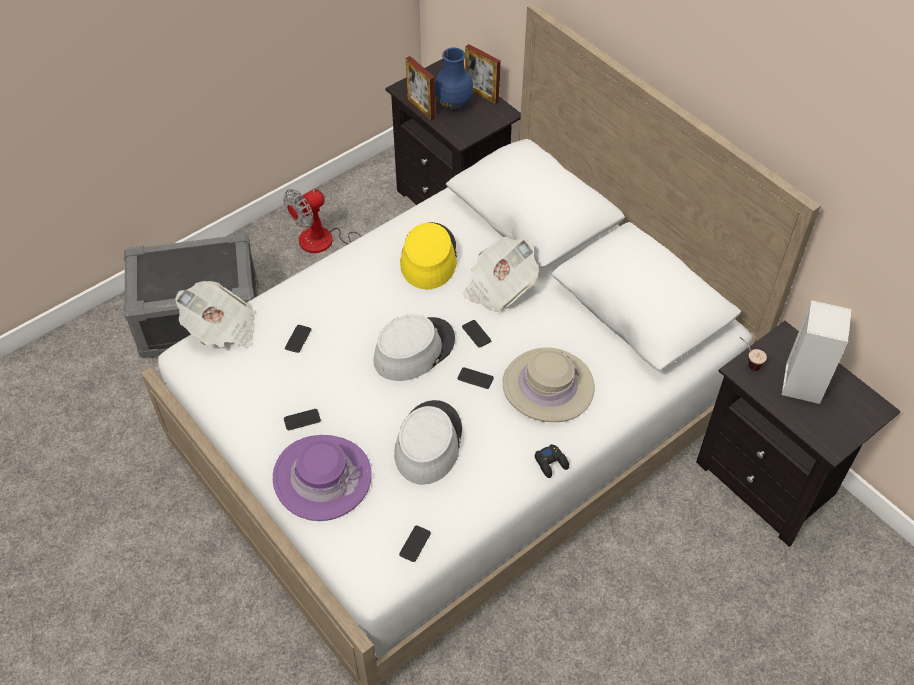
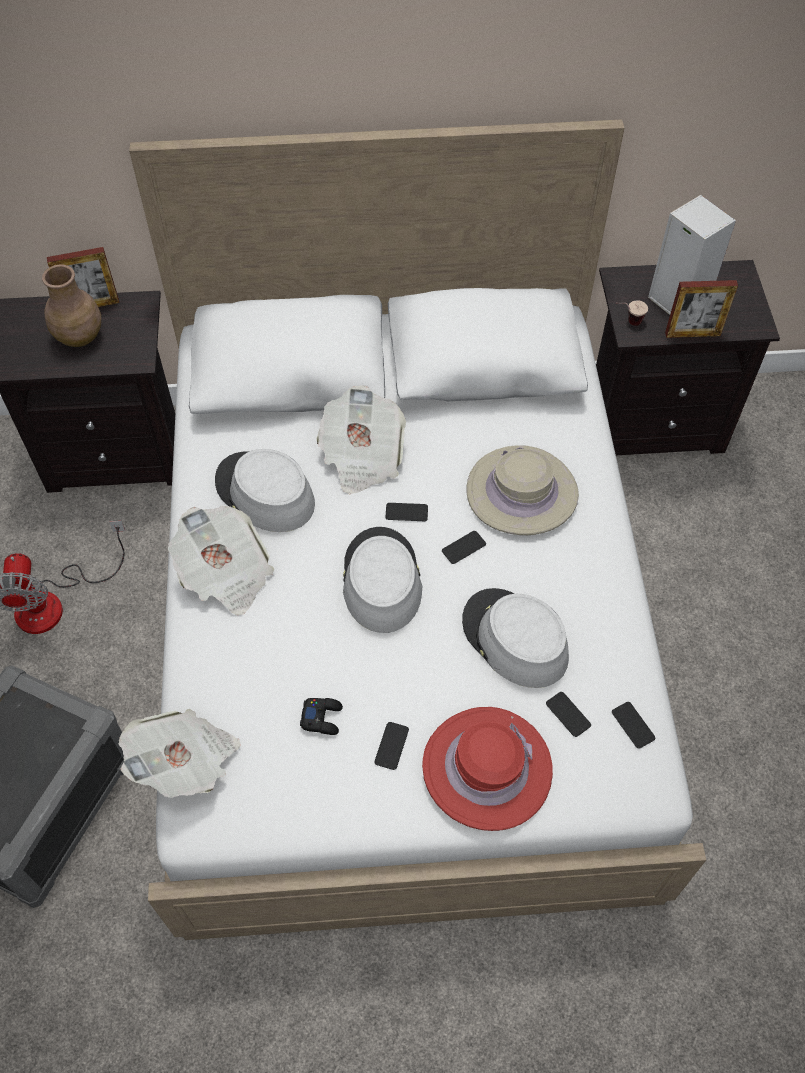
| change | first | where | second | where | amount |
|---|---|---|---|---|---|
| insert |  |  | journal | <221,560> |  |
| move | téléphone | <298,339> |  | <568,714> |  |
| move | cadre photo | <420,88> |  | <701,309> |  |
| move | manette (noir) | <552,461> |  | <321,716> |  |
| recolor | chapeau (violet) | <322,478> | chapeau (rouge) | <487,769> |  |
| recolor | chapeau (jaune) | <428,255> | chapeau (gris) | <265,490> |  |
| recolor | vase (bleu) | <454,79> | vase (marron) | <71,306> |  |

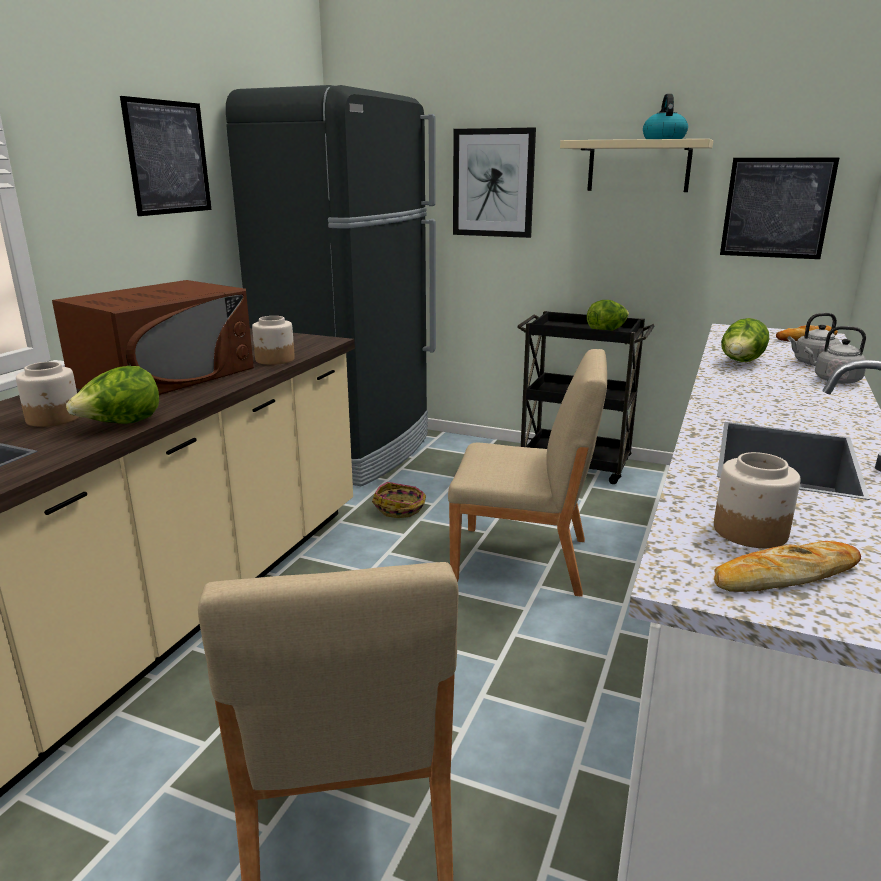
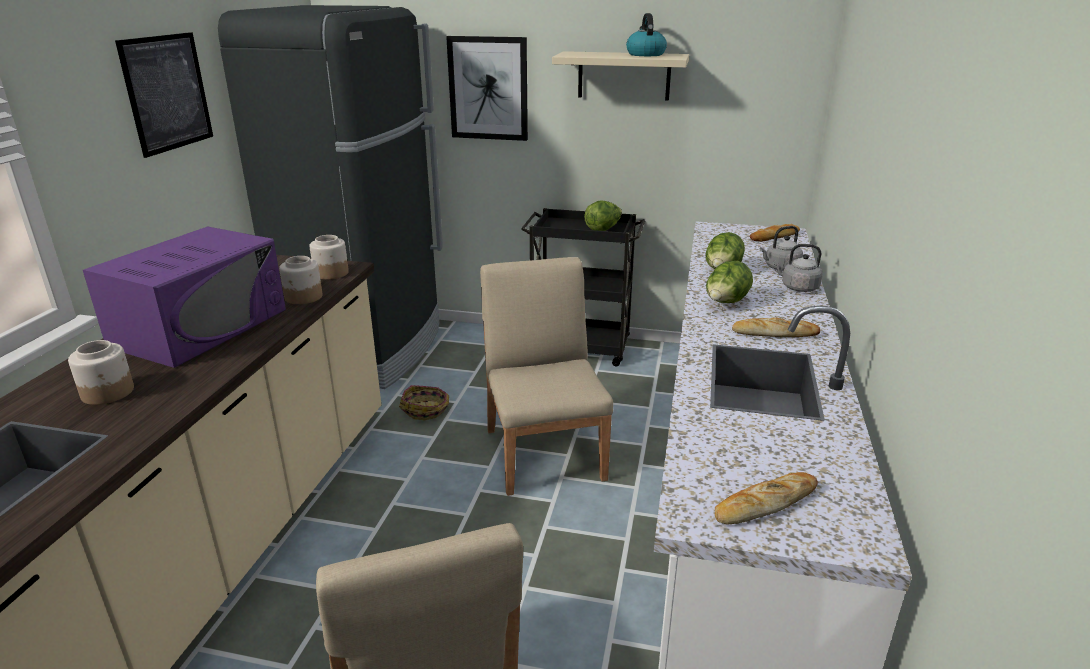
| change | first | where | second | where | amount |
|---|---|---|---|---|---|
| delete | tableau | <779,208> |  |  |  |
| insert |  |  | pain | <776,327> |  |
| move | laitue | <112,395> |  | <729,282> |  |
| move | bocal | <757,500> |  | <329,257> |  |
| recolor | micro-ondes (marron) | <153,337> | micro-ondes (violet) | <184,297> |  |
| rotate | chaise (beige) | <527,473> |  | <546,376> | 105 degrees counterclockwise |

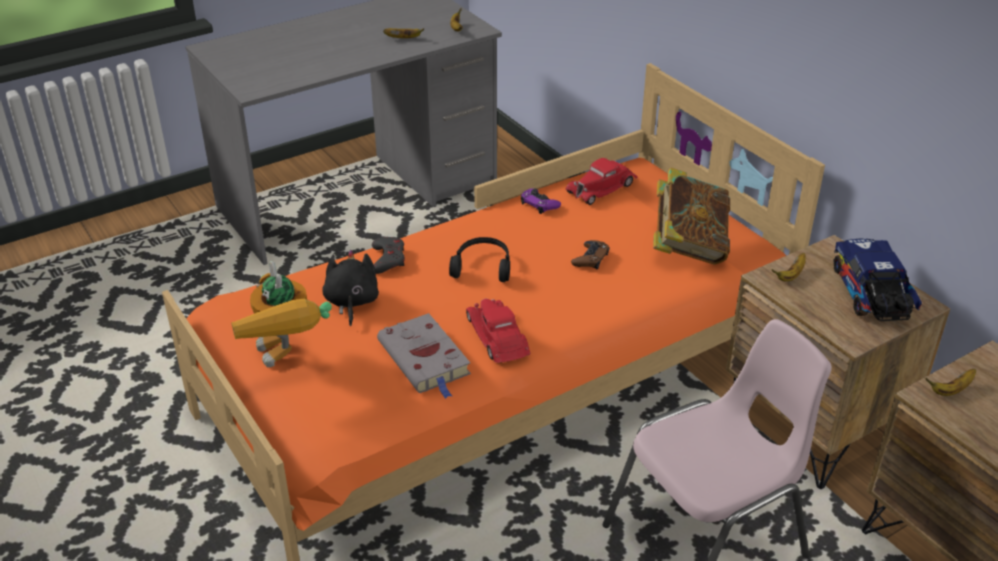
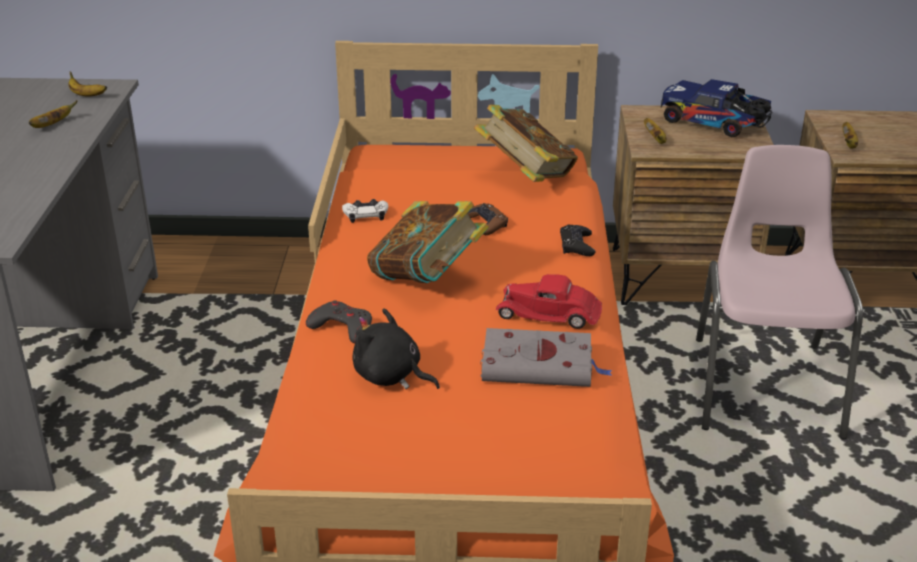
| change | first | where | second | where | amount |
|---|---|---|---|---|---|
| delete | robot jouet | <281,314> |  |  |  |
| delete | petite voiture (rouge) | <601,181> |  |  |  |
| insert |  |  | manette (noir) | <577,240> |  |
| replace | casque audio (noir) | <479,259> | livre | <428,242> |  |
| recolor | manette (violet) | <541,201> | manette (blanc) | <365,211> |  |

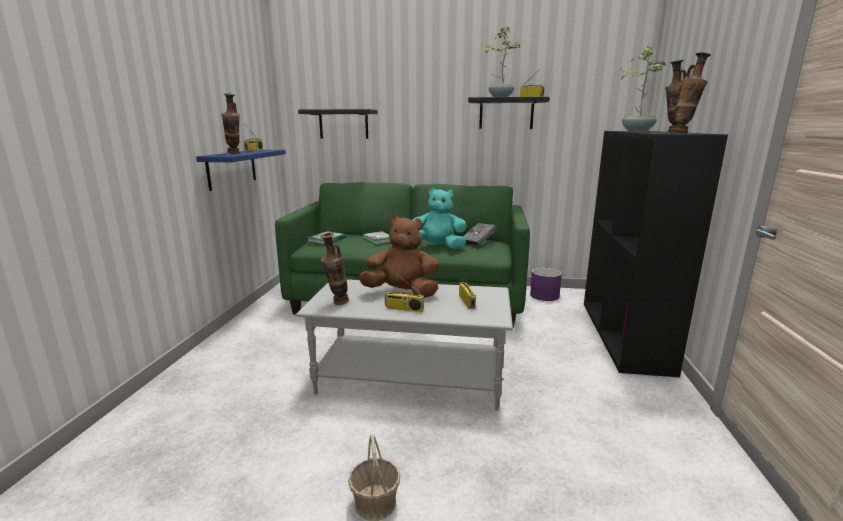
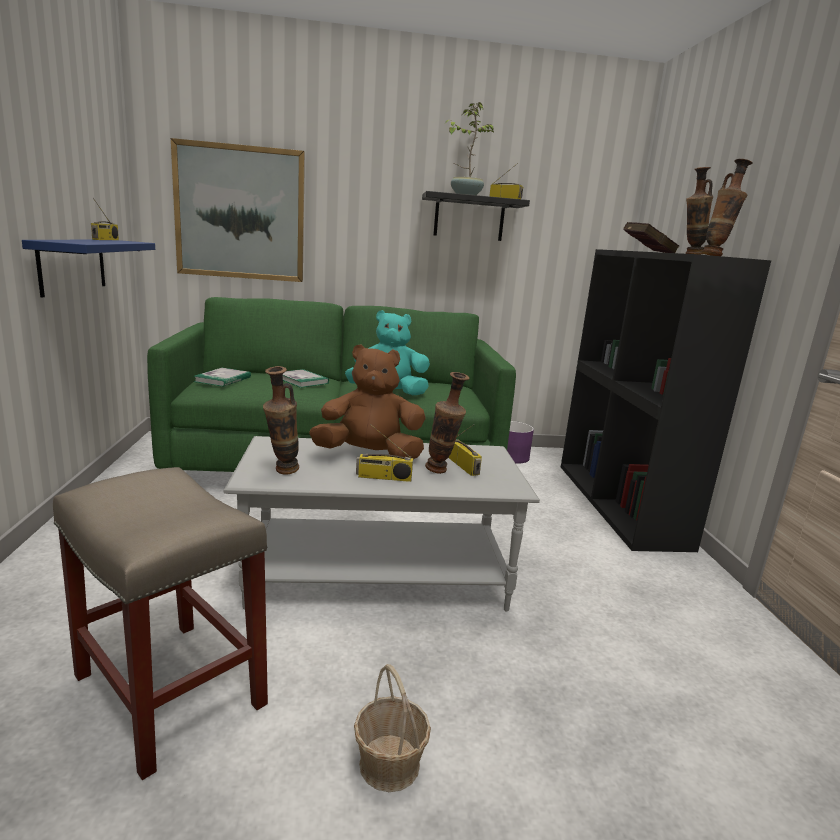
| change | first | where | second | where | amount |
|---|---|---|---|---|---|
| delete | livre (gris) | <479,235> |  |  |  |
| insert |  |  | tabouret (beige) | <160,623> |  |
| move | vase | <230,123> |  | <447,423> |  |
| replace | étagère (noir) | <338,124> | tableau | <238,210> |  |
| replace | plante en pot | <642,89> | livre (rouge) | <651,237> |  |

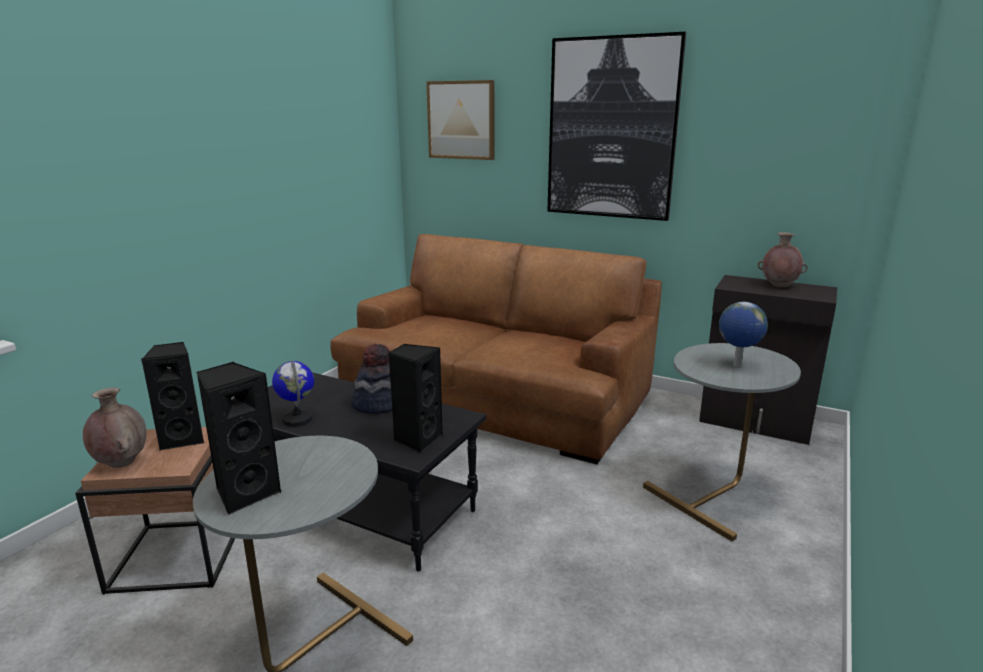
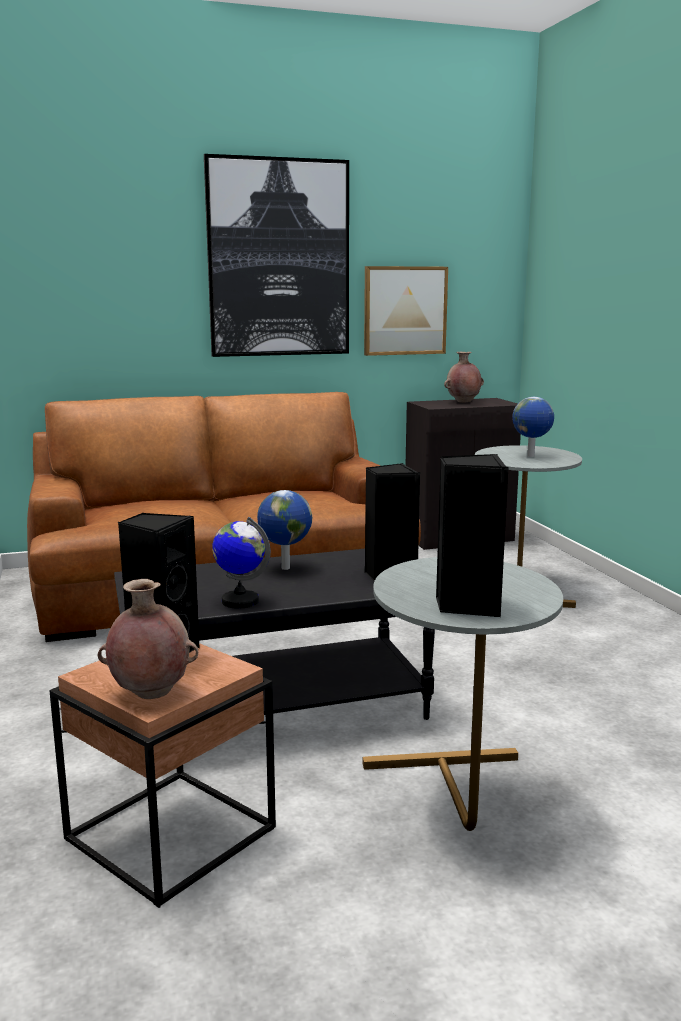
| change | first | where | second | where | amount |
|---|---|---|---|---|---|
| move | tableau | <460,120> |  | <406,311> |  |
| replace | chapeau | <371,379> | globe | <284,530> |  |

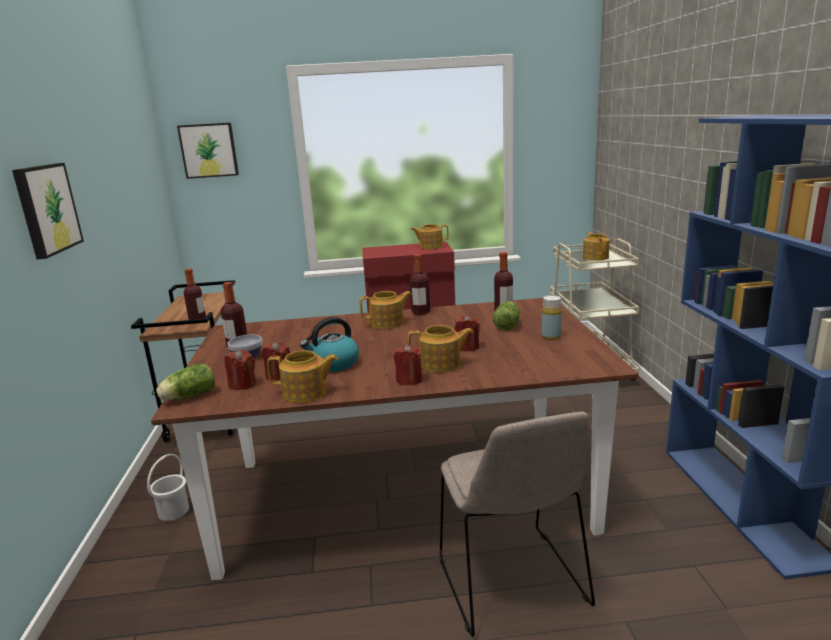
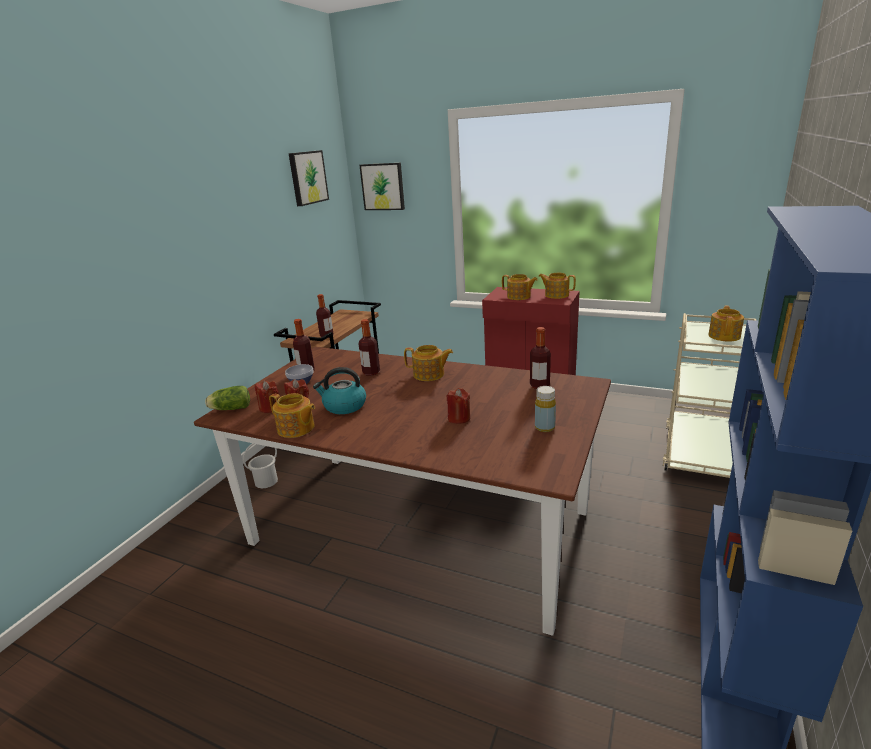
| change | first | where | second | where | amount |
|---|---|---|---|---|---|
| delete | bougie (rouge) | <408,364> |  |  |  |
| delete | chaise (beige) | <517,524> |  |  |  |
| delete | laitue | <506,315> |  |  |  |
| move | tableau | <48,211> |  | <309,178> |  |
| move | théière | <441,349> |  | <520,287> |  |
| move | bouteille | <420,284> |  | <369,347> |  |

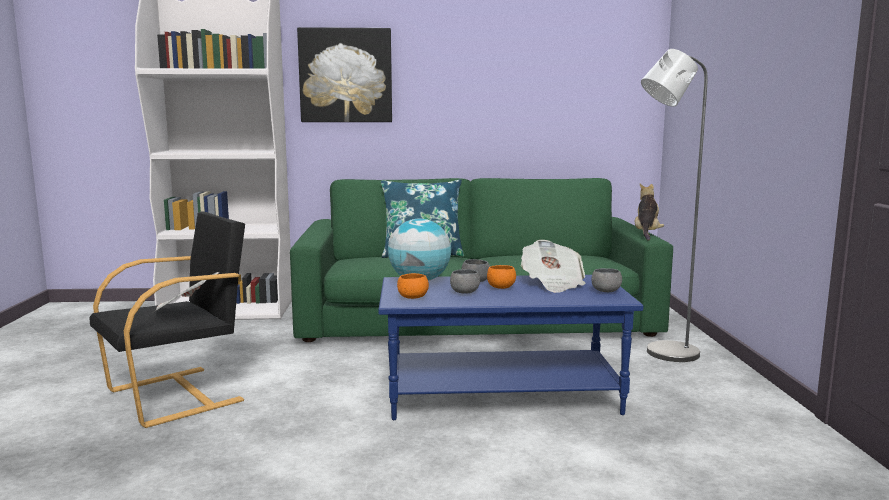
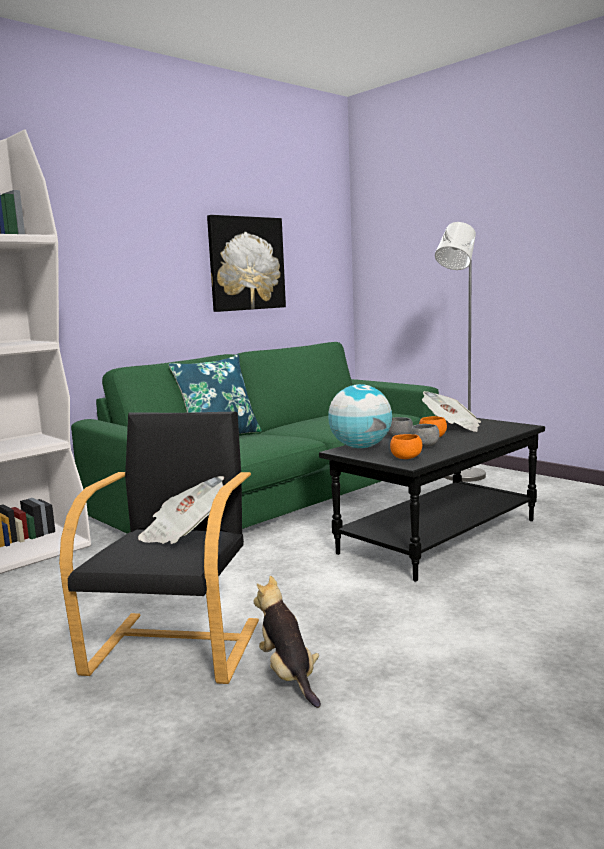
| change | first | where | second | where | amount |
|---|---|---|---|---|---|
| delete | bol (gris) | <607,280> |  |  |  |
| move | tableau | <344,74> |  | <246,263> |  |
| move | peluche | <649,211> |  | <287,642> |  |
| recolor | table basse (bleu) | <510,347> | table basse (noir) | <432,500> |  |

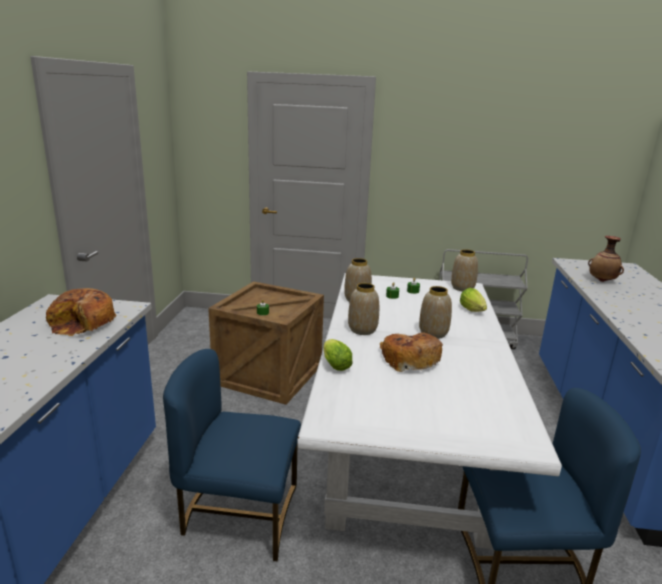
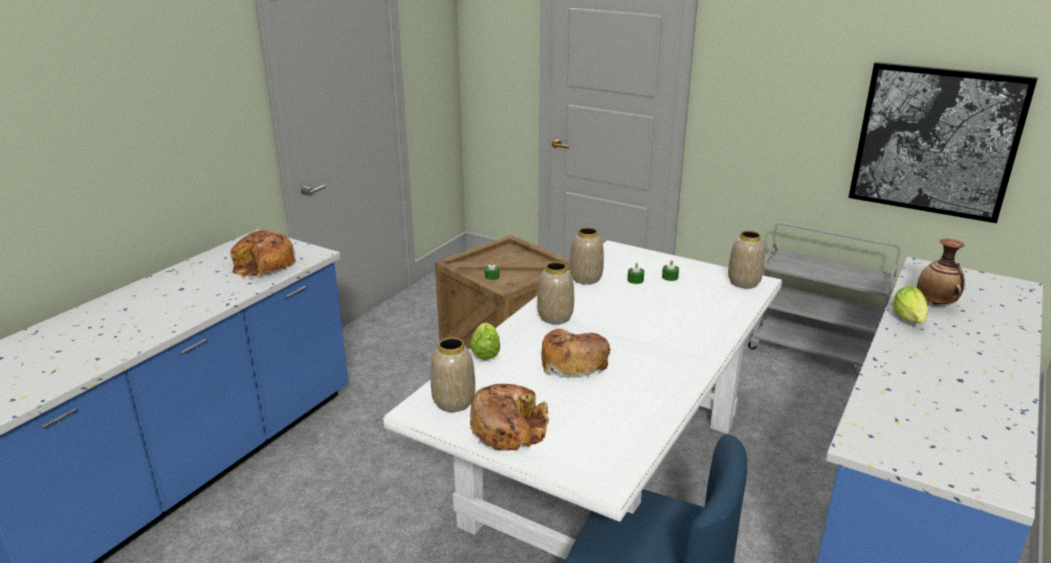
| change | first | where | second | where | amount |
|---|---|---|---|---|---|
| delete | chaise (bleu) | <232,455> |  |  |  |
| insert |  |  | pain | <509,417> |  |
| insert |  |  | tableau | <942,142> |  |
| move | vase | <435,312> |  | <452,374> |  |
| move | laitue | <473,300> |  | <910,304> |  |

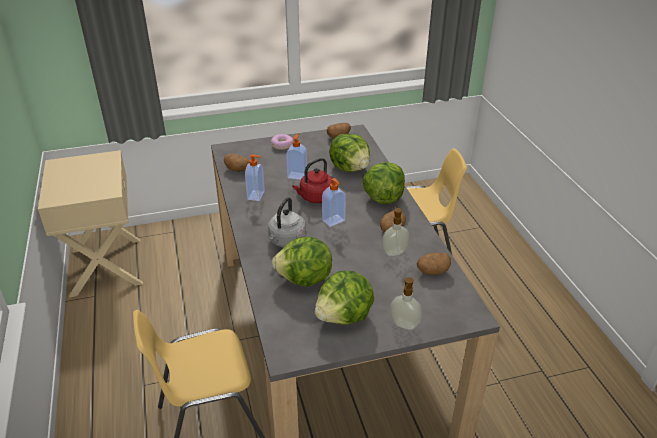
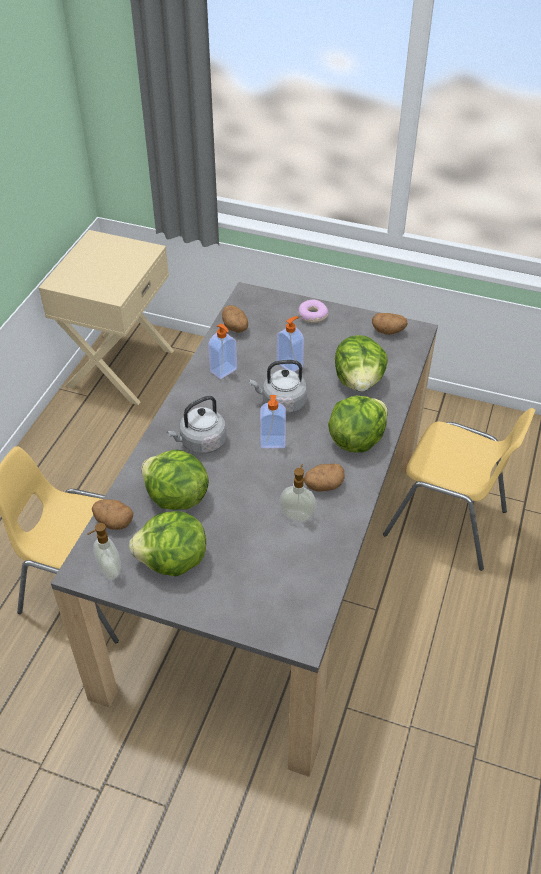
| change | first | where | second | where | amount |
|---|---|---|---|---|---|
| move | distributeur de savon | <406,303> |  | <104,551> |  |
| move | pomme de terre | <434,264> |  | <112,514> |  |
| recolor | bouilloire (rouge) | <312,180> | bouilloire (gris) | <278,387> |  |

